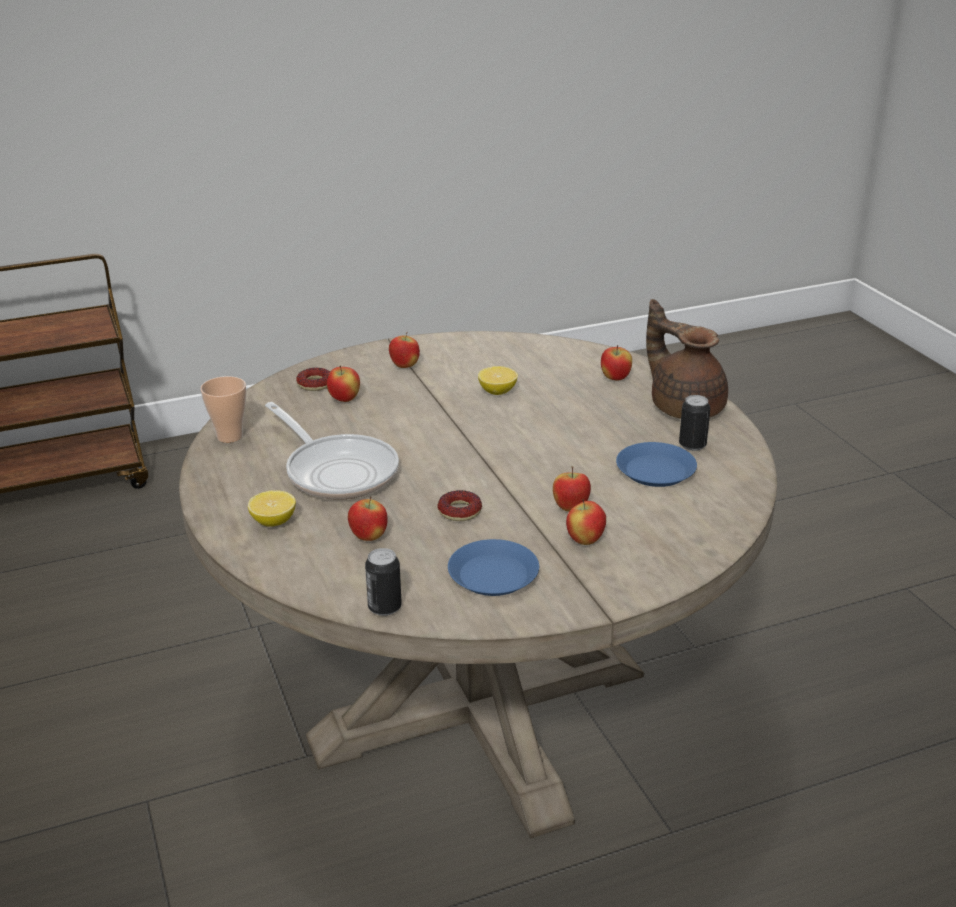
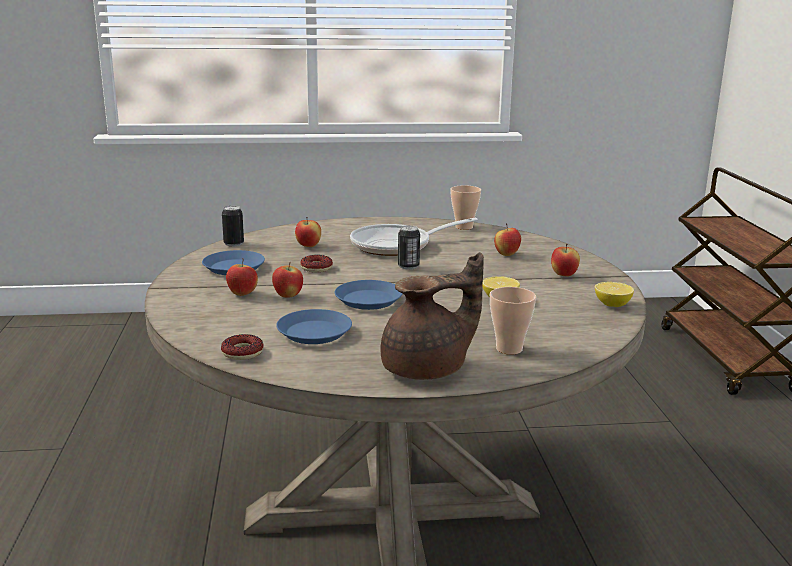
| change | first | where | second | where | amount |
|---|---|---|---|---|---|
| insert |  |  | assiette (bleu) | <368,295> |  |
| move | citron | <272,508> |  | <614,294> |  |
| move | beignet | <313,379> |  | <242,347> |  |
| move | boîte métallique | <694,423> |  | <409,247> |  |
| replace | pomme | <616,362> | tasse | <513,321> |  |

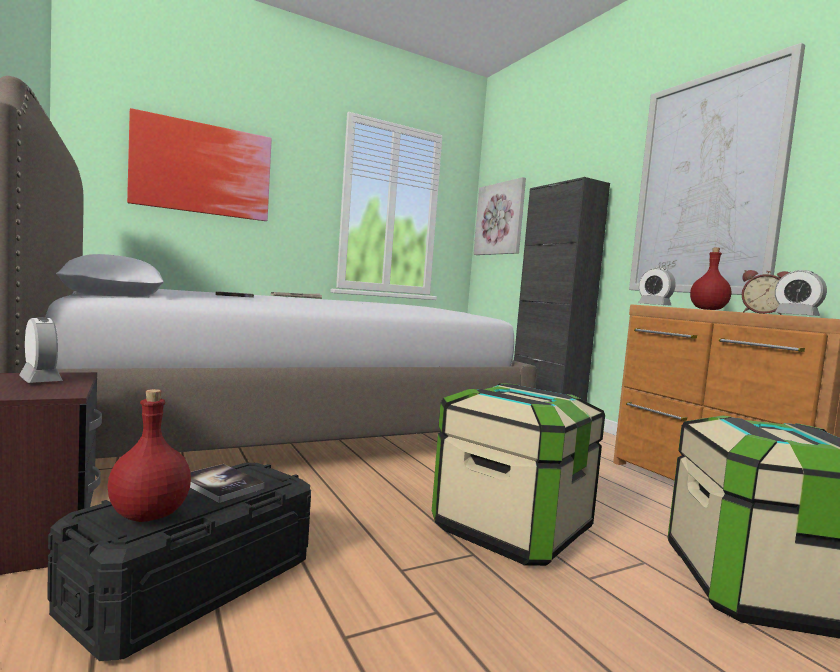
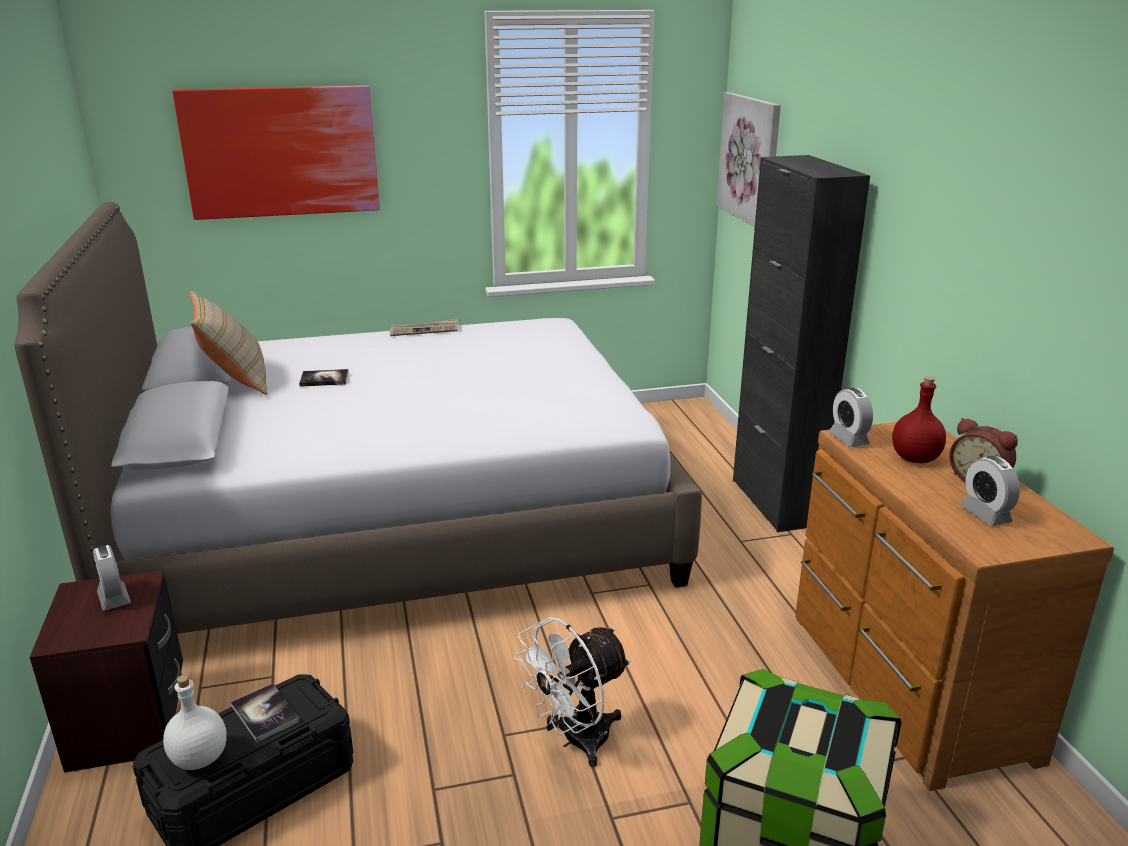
| change | first | where | second | where | amount |
|---|---|---|---|---|---|
| delete | tableau | <717,169> |  |  |  |
| insert |  |  | coussin (beige) | <228,343> |  |
| replace | boîte de rangement | <518,474> | ventilateur (blanc) | <572,692> |  |
| recolor | bouteille (rouge) | <149,455> | bouteille (blanc) | <195,722> |  |

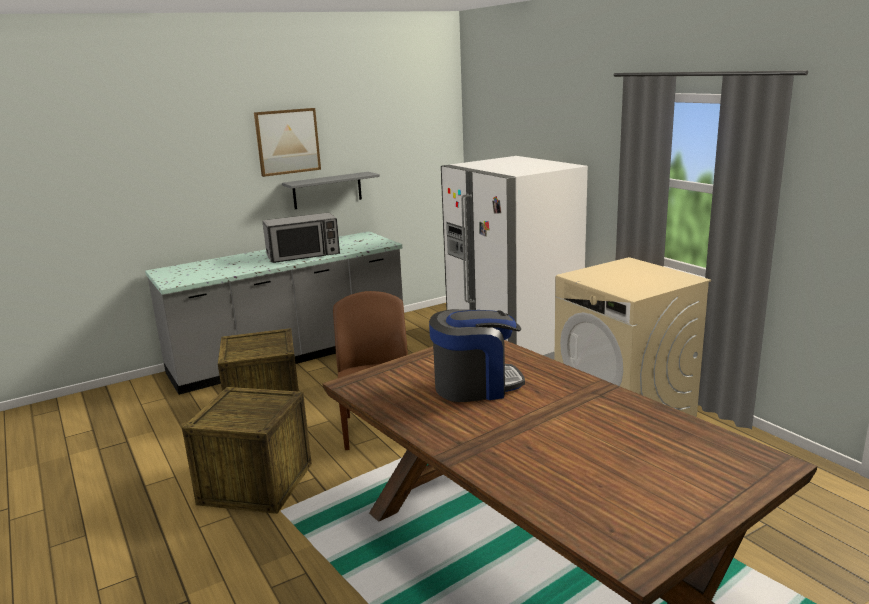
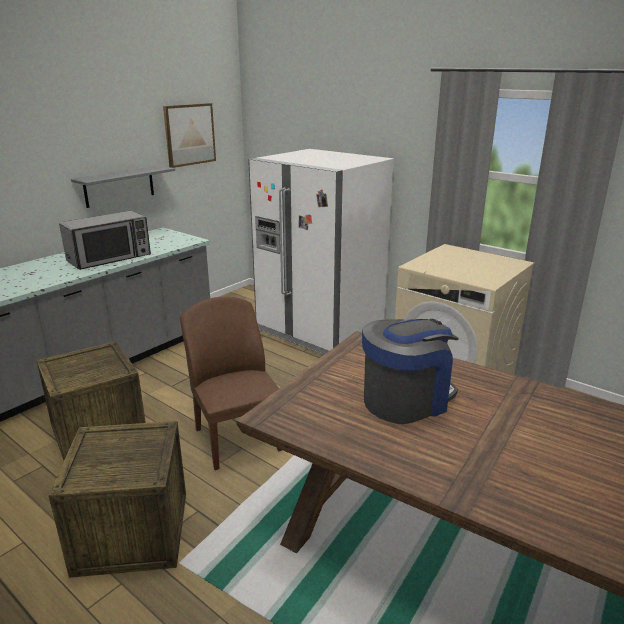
| change | first | where | second | where | amount |
|---|---|---|---|---|---|
| move | tableau | <287,142> |  | <189,135> |  |

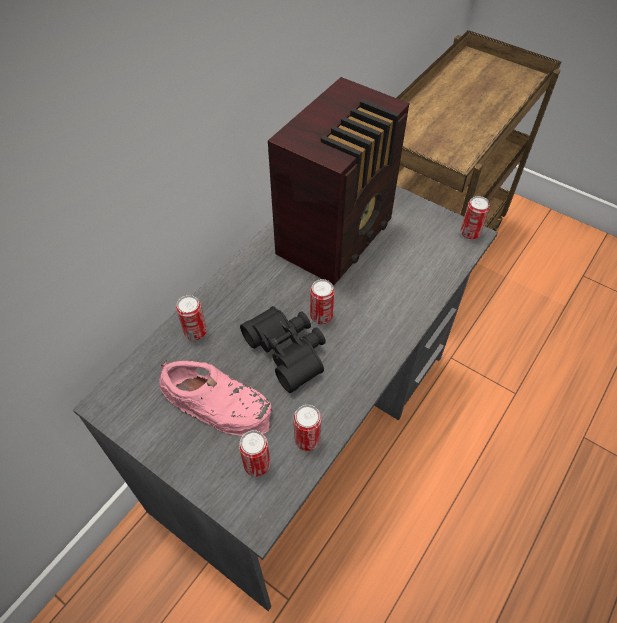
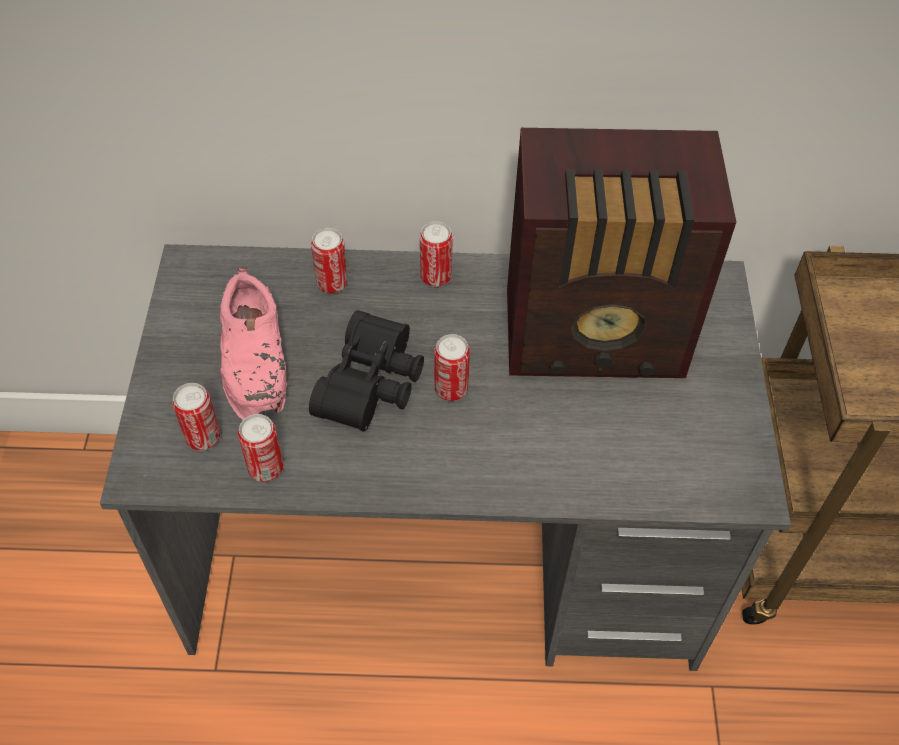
| change | first | where | second | where | amount |
|---|---|---|---|---|---|
| move | boîte métallique | <475,218> |  | <436,254> |  |

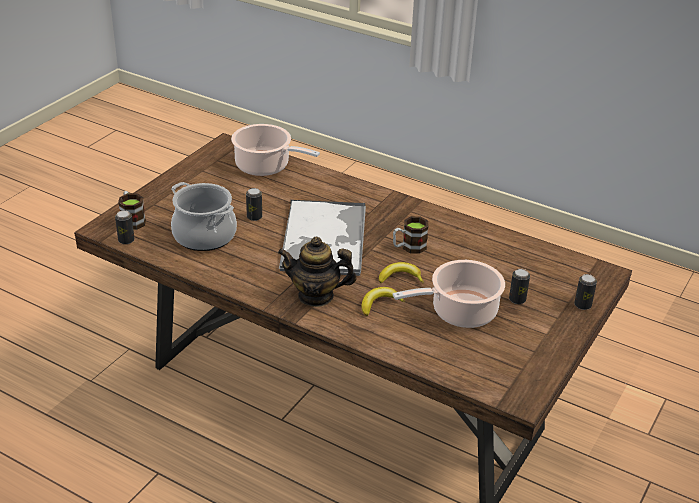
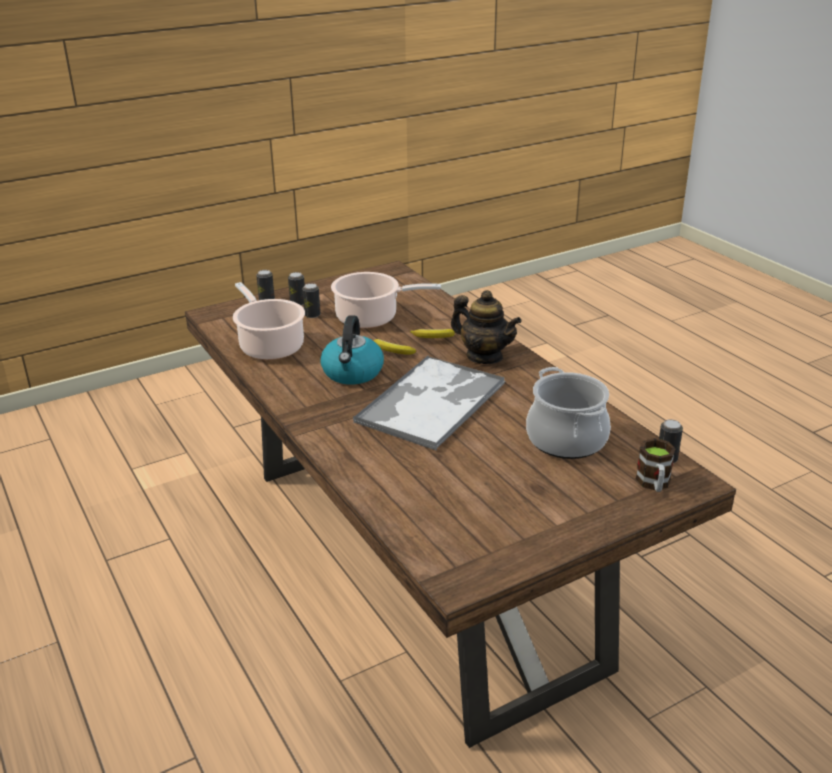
| change | first | where | second | where | amount |
|---|---|---|---|---|---|
| move | marmite | <275,150> |  | <269,321> |  |
| move | boîte métallique | <254,204> |  | <296,288> |  |
| replace | mug | <411,235> | bouilloire | <352,350> |  |

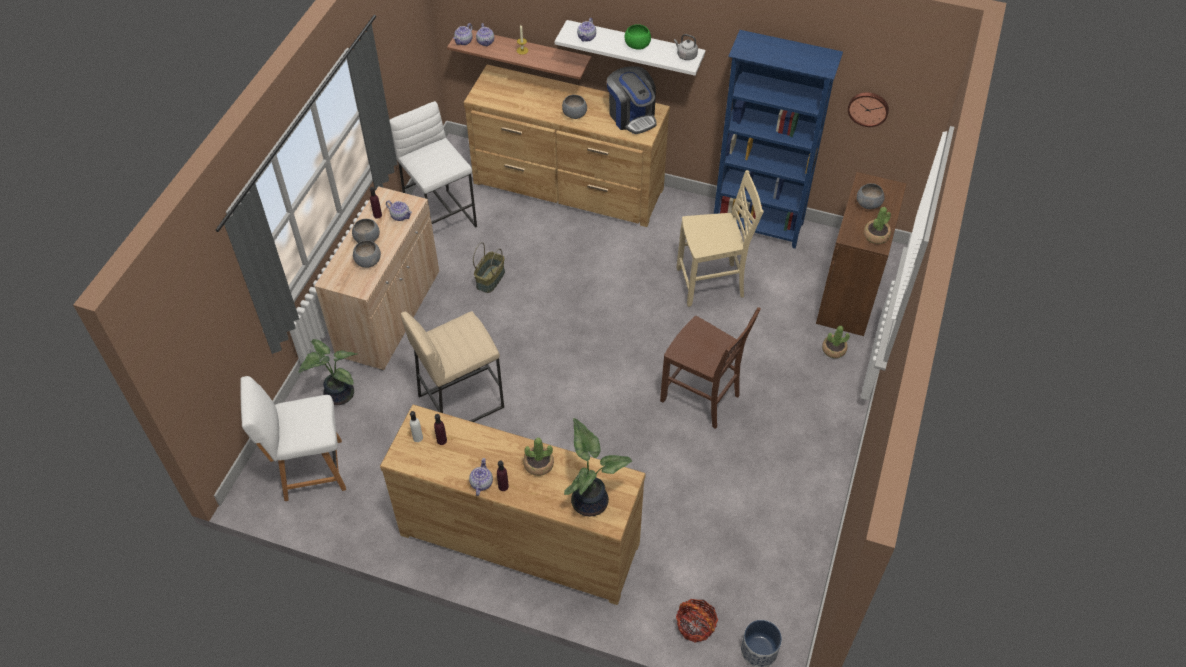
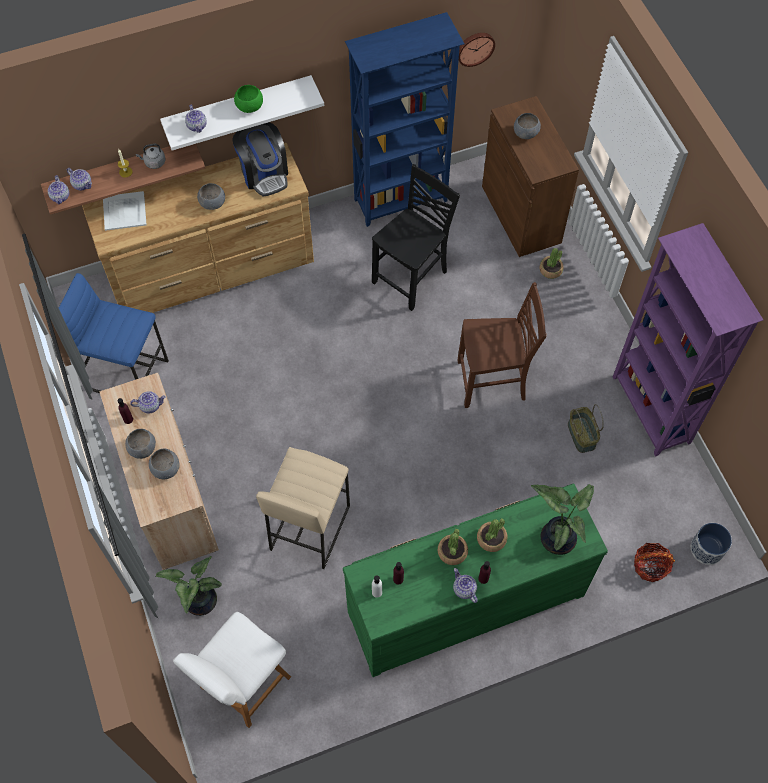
| change | first | where | second | where | amount |
|---|---|---|---|---|---|
| insert |  |  | plateau (blanc) | <125,211> |  |
| insert |  |  | bibliothèque (violet) | <688,340> |  |
| move | panier | <489,267> |  | <586,428> |  |
| move | bouilloire (gris) | <686,47> |  | <151,156> |  |
| move | plante en pot | <877,225> |  | <453,547> |  |
| recolor | commode (marron) | <512,504> | commode (vert) | <475,580> |  |
| recolor | tabouret (blanc) | <433,164> | tabouret (bleu) | <114,333> |  |
| recolor | chaise (beige) | <720,238> | chaise (noir) | <416,237> |  |
| rotate | machine à café | <631,100> |  | <260,159> | 45 degrees clockwise |

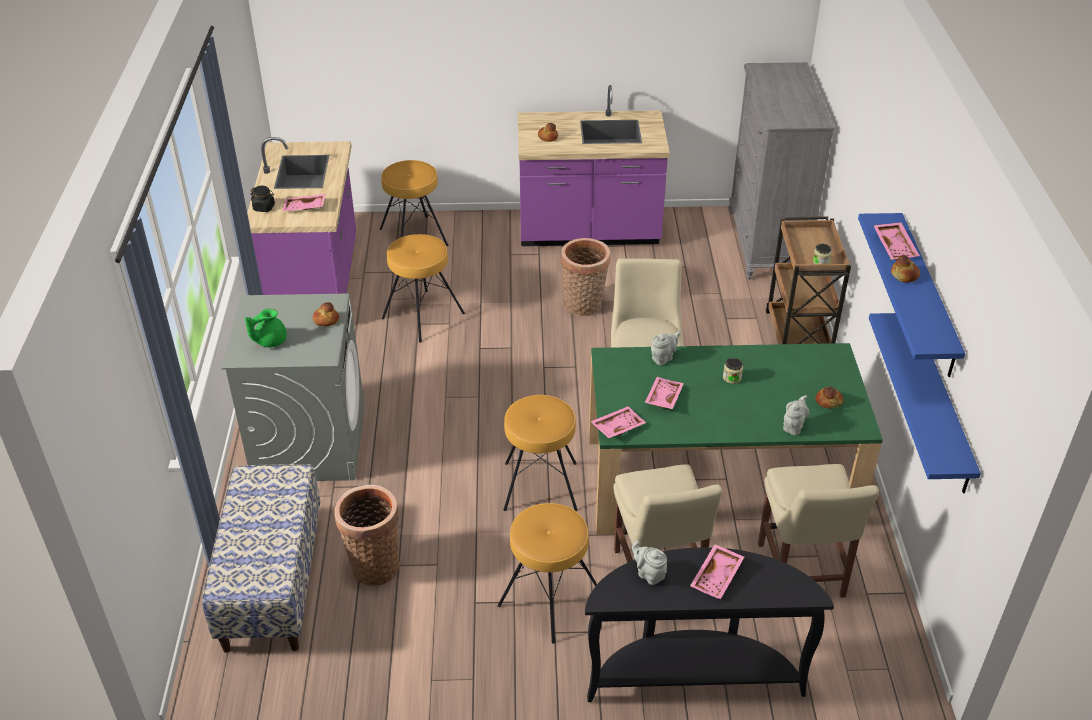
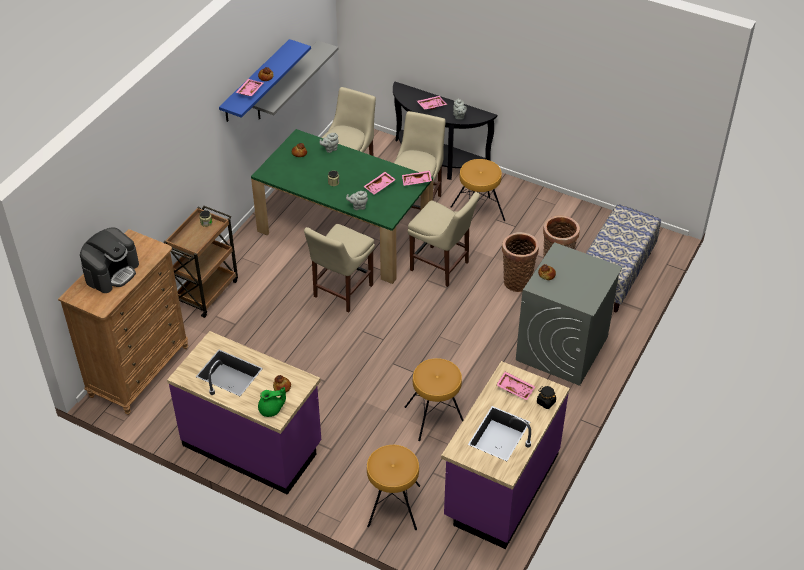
| change | first | where | second | where | amount |
|---|---|---|---|---|---|
| insert |  |  | machine à café | <109,260> |  |
| move | théière (vert) | <266,328> |  | <272,402> |  |
| move | panier | <586,277> |  | <520,262> |  |
| replace | tabouret (marron) | <541,453> | chaise (beige) | <444,239> |  |
| recolor | commode (gris) | <781,171> | commode (marron) | <123,322> |  |
| recolor | étagère (bleu) | <925,403> | étagère (gris) | <295,79> |  |

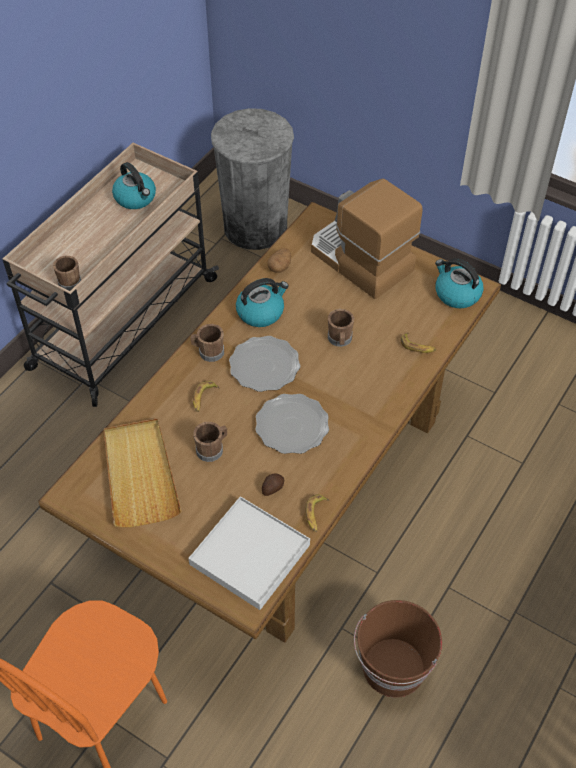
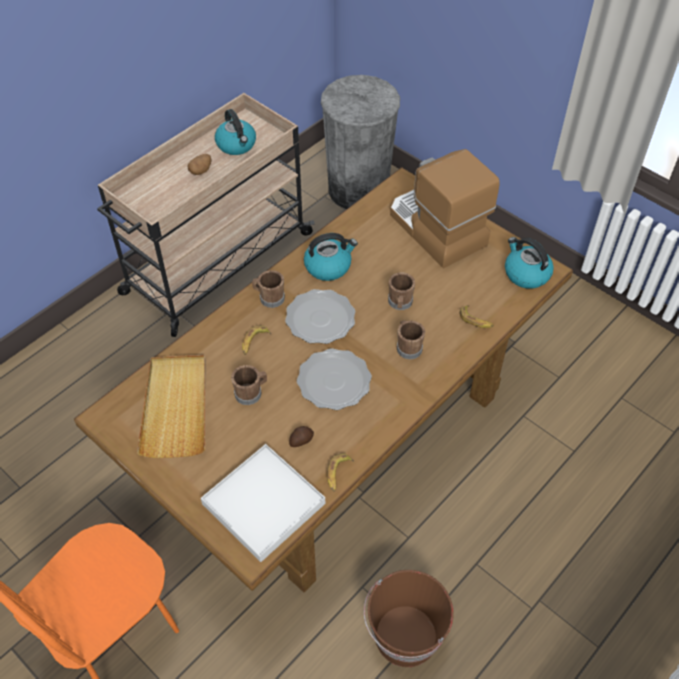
| change | first | where | second | where | amount |
|---|---|---|---|---|---|
| move | mug (marron) | <67,273> |  | <411,339> |  |
| move | pomme de terre | <279,260> |  | <199,164> |  |

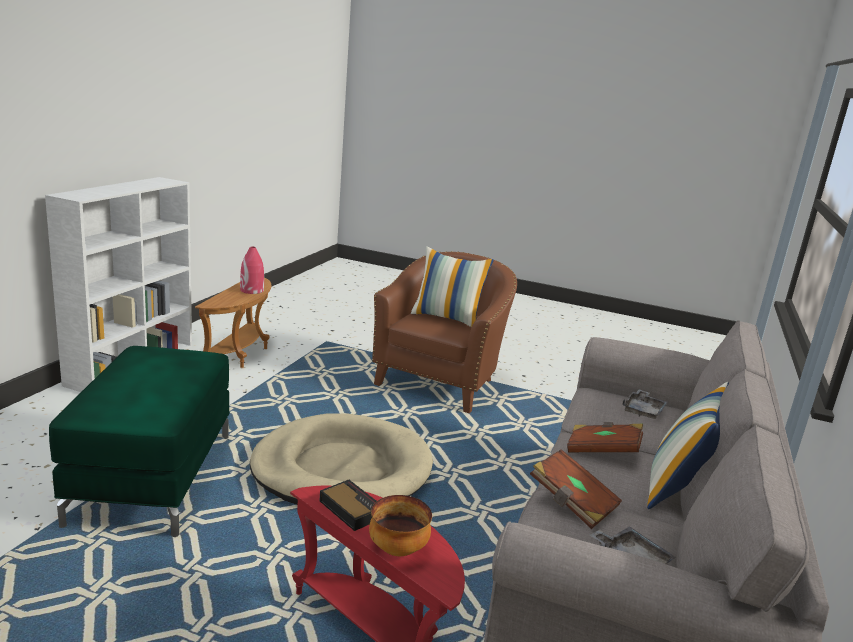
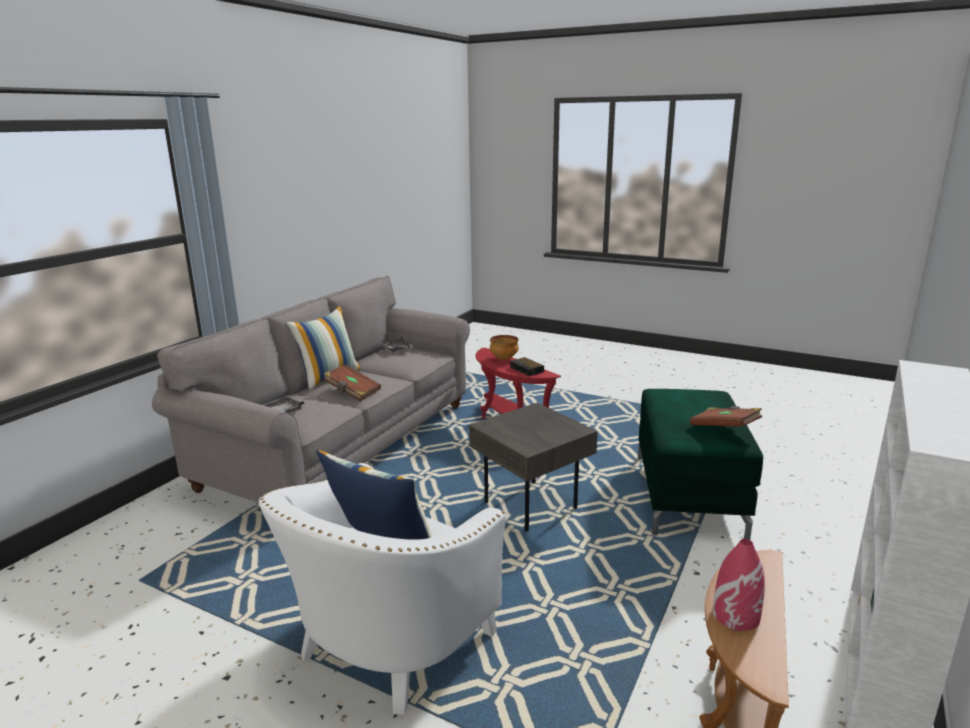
| change | first | where | second | where | amount |
|---|---|---|---|---|---|
| move | livre (marron) | <576,489> |  | <726,416> |  |
| replace | panier pour chien (beige) | <341,459> | table d'appoint (gris) | <533,467> |  |
| recolor | fauteuil (marron) | <444,332> | fauteuil (blanc) | <382,588> |  |

